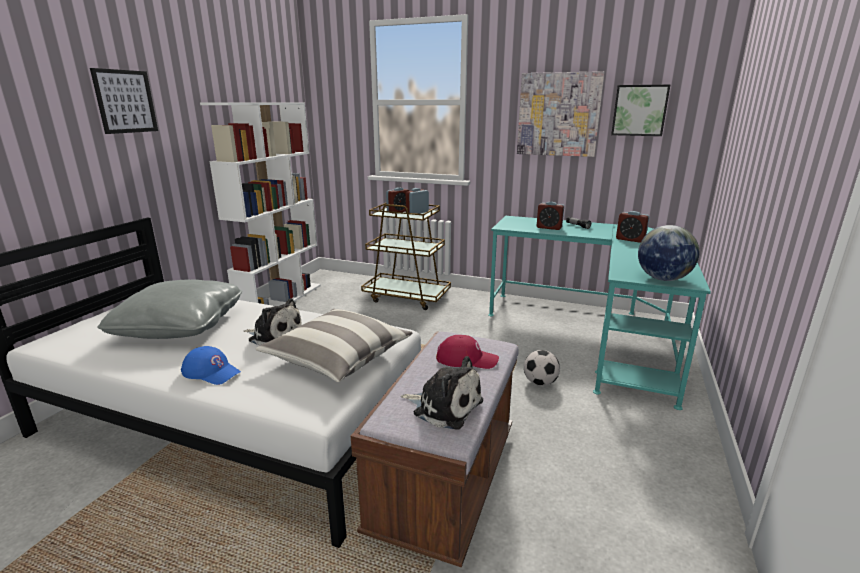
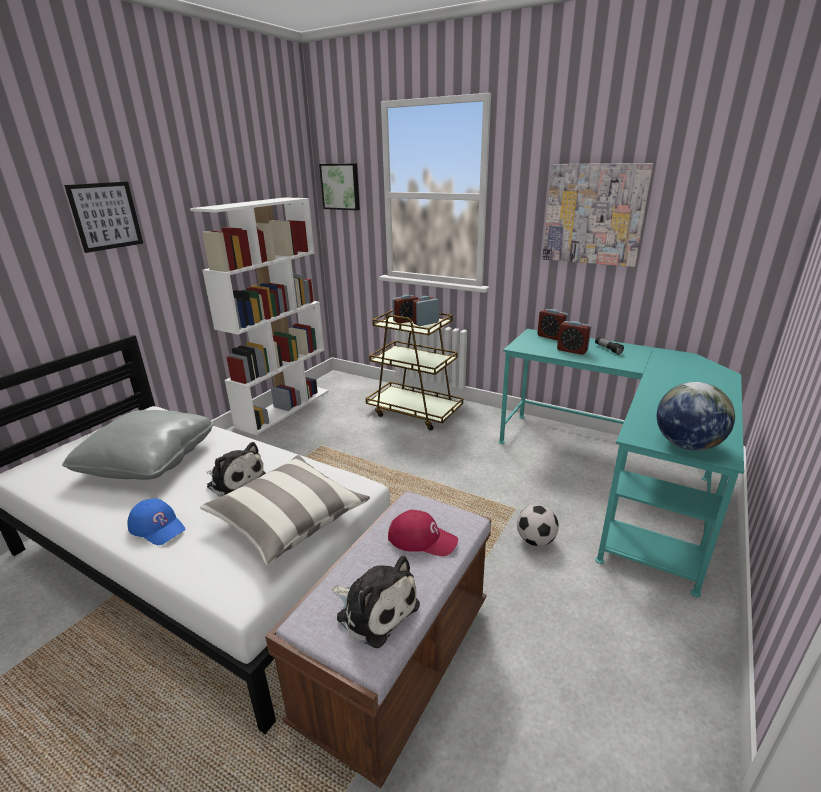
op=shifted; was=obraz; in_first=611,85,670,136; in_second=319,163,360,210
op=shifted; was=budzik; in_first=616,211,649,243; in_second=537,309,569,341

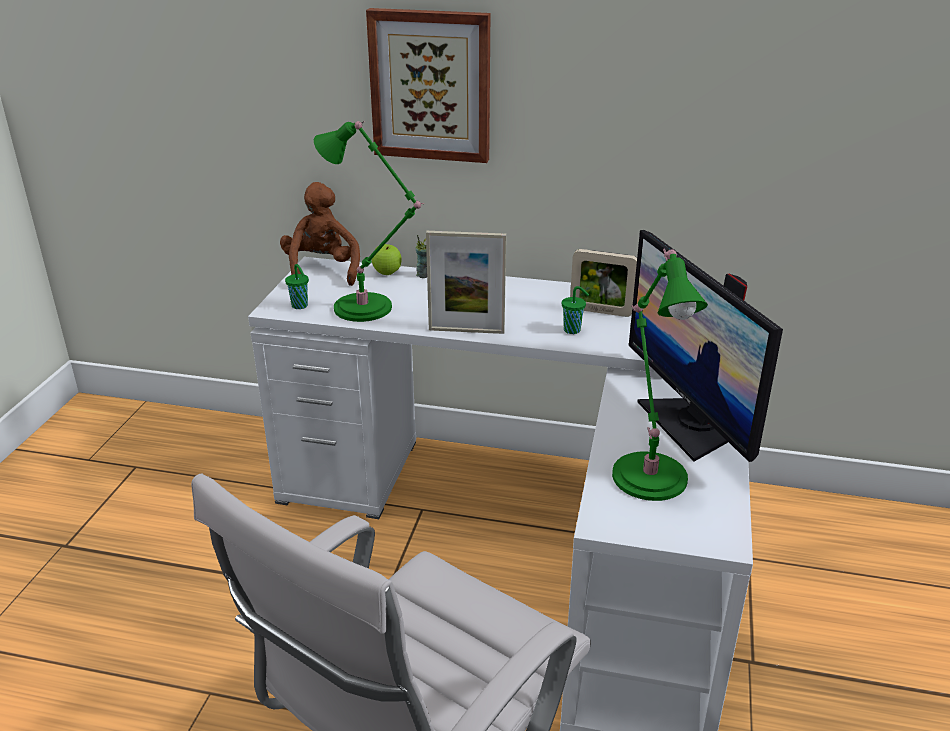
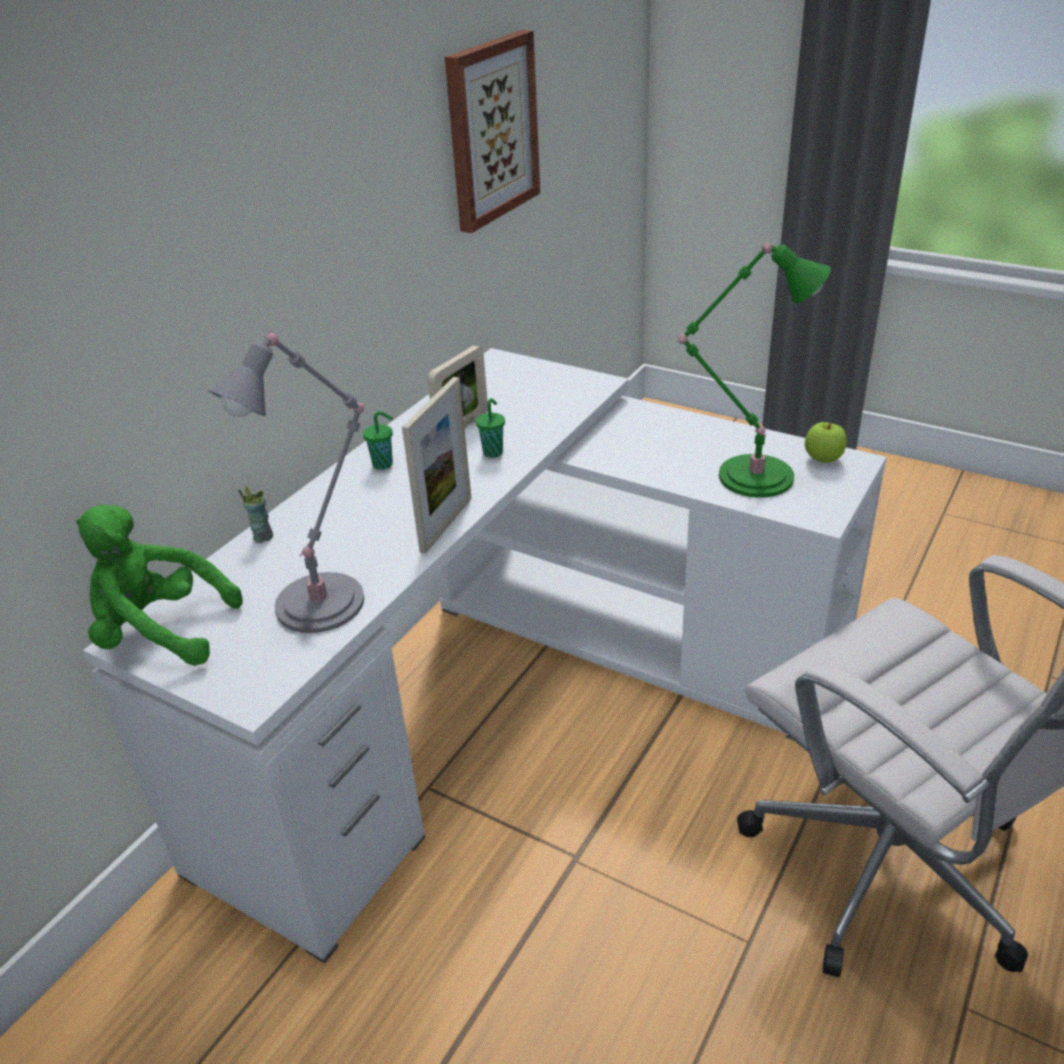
op=repainted; was=pluszak [brązowy]; now=pluszak [zielony]; in_first=280,182,360,286; in_second=76,505,243,666
op=repainted; was=lampa stołowa [zielony]; now=lampa stołowa [szary]; in_first=314,121,424,322; in_second=208,330,364,633
op=shifted; was=filiżanka [zielony]; in_first=285,264,309,309; in_second=363,411,393,470
op=shifted; was=obraz; in_first=366,8,490,163; in_second=445,30,540,233
op=shifted; was=jabłko; in_first=372,244,402,275; in_second=805,422,847,463
op=gone; was=monitor; in_first=629,230,783,462

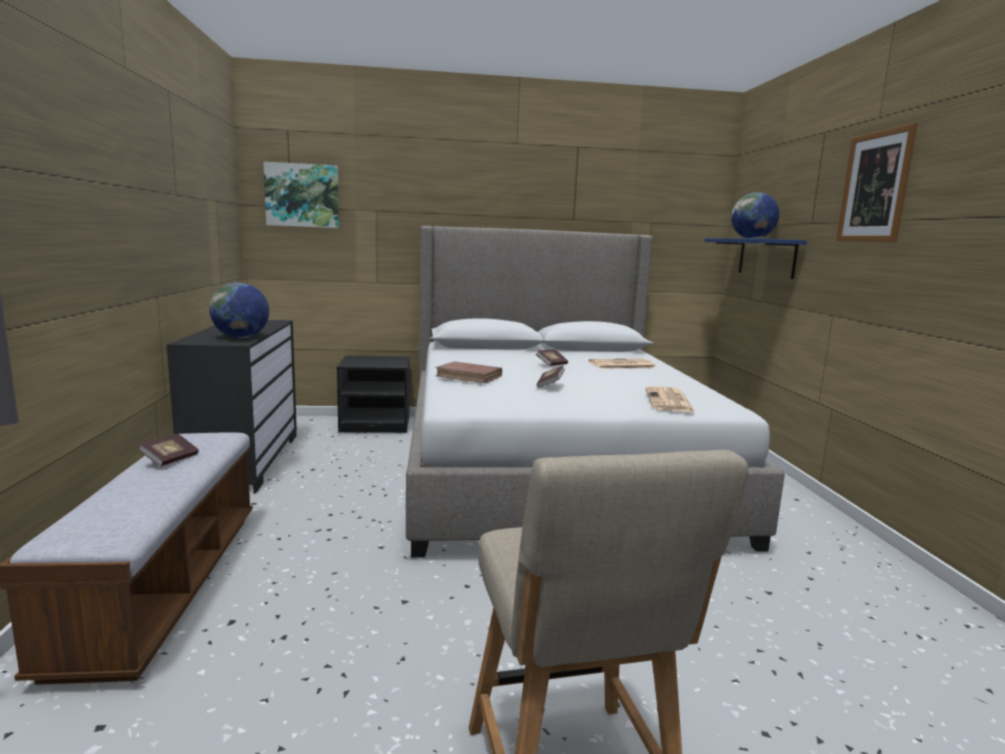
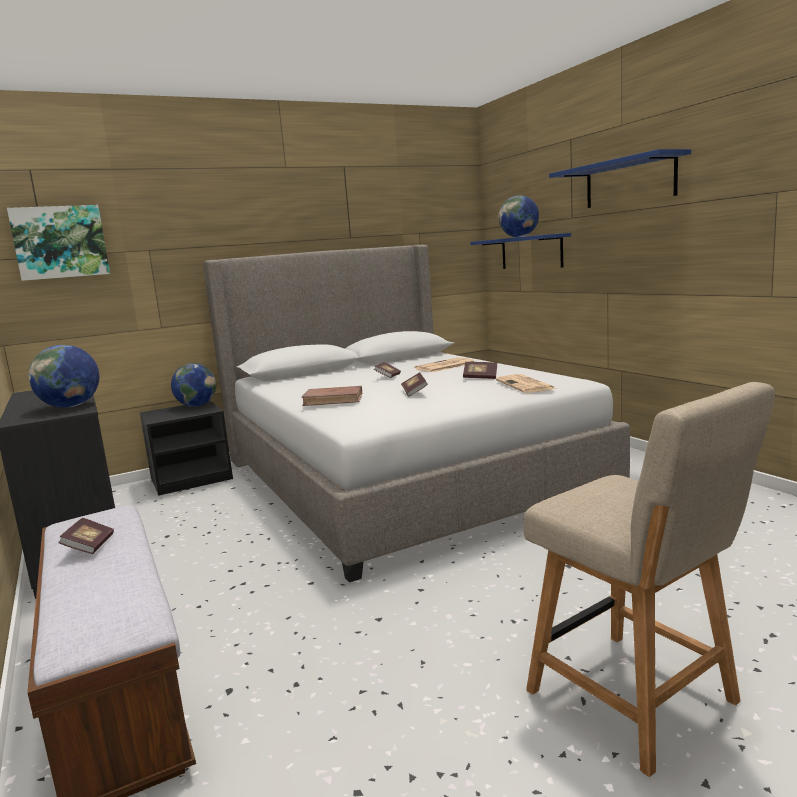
op=new; now=globus; in_second=171,363,216,407
op=new; now=książka; in_second=463,362,497,379
op=swapped; was=obraz; now=półka [niebieski]; in_first=836,123,918,242; in_second=549,149,691,208

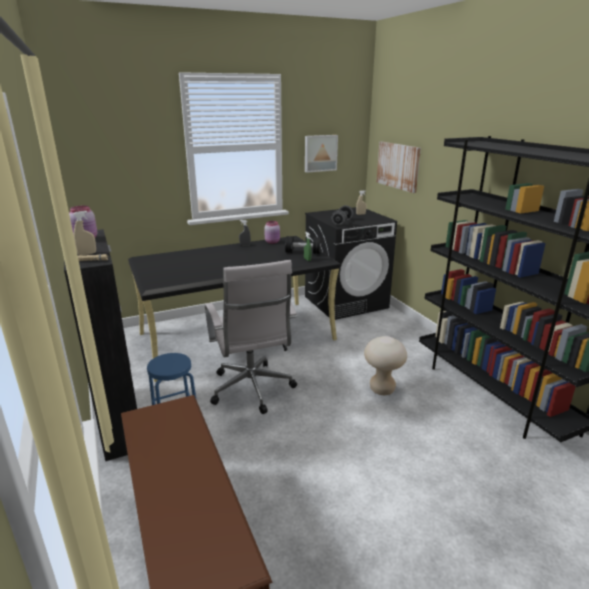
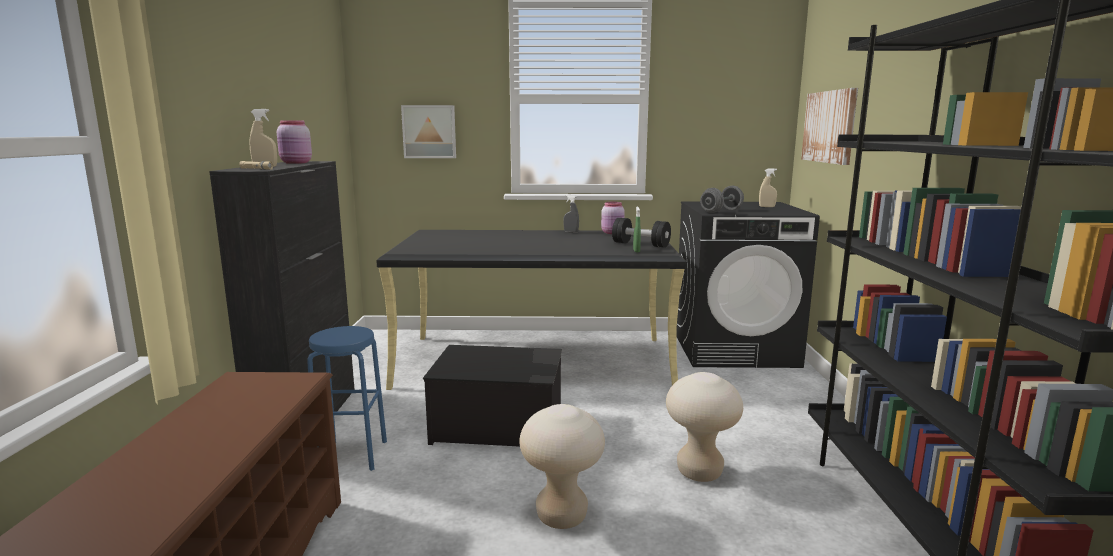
op=shifted; was=obraz; in_first=305,135,338,173; in_second=401,105,456,158
op=swapped; was=krzesło biurowe [biały]; now=pojemnik do przechowywania; in_first=205,260,297,414; in_second=423,345,562,447
op=new; now=stołek [beżowy]; in_second=519,404,605,529

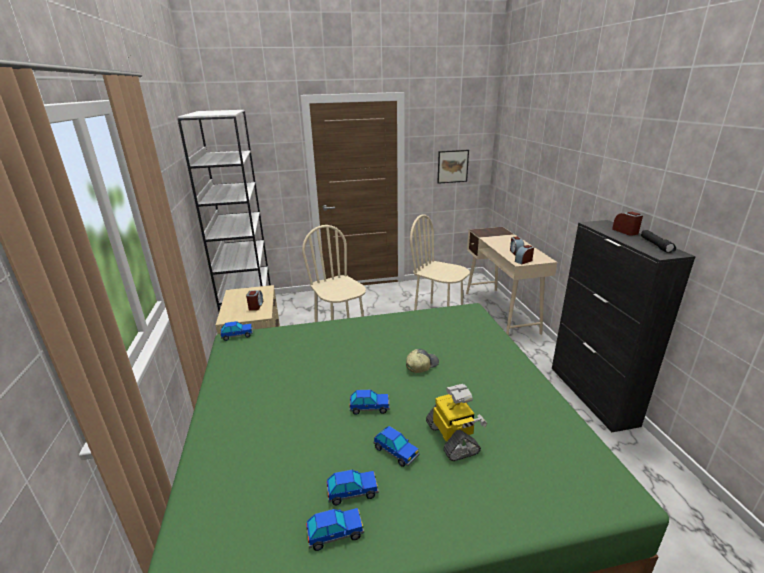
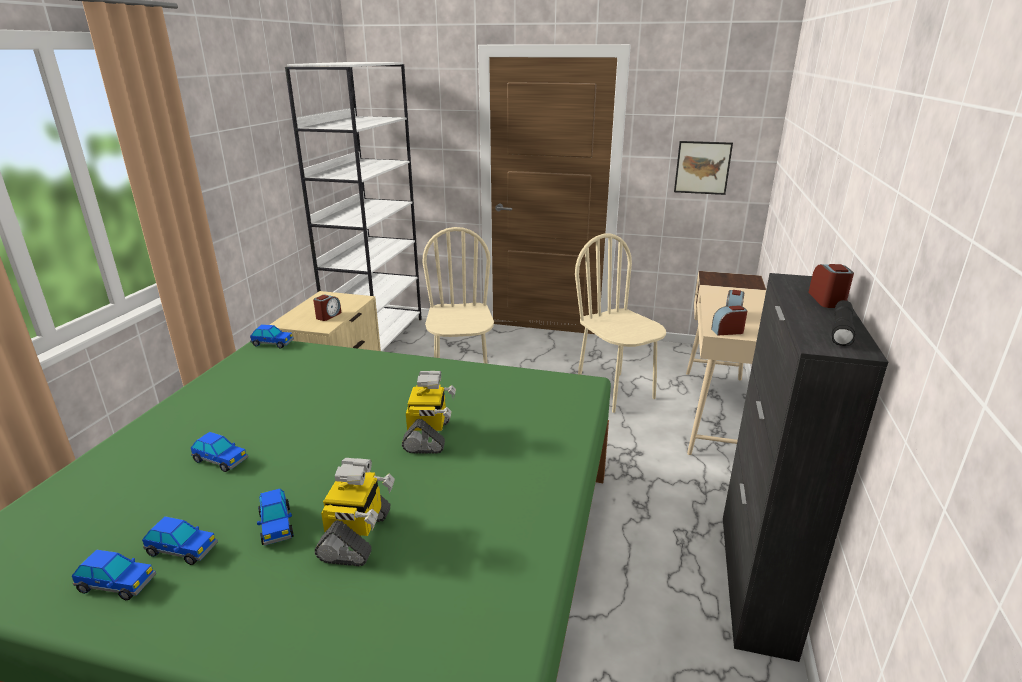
op=shifted; was=samochodzik; in_first=350,390,390,415; in_second=191,432,248,472
op=swapped; was=czapka z daszkiem; now=robot zabawkowy; in_first=406,349,439,373; in_second=402,371,456,454

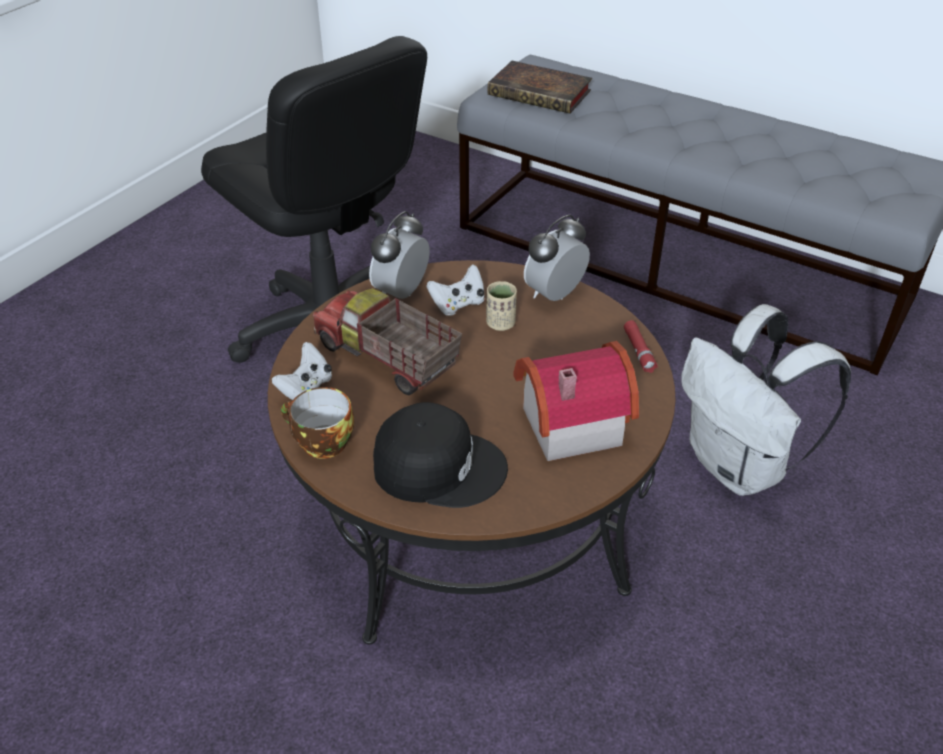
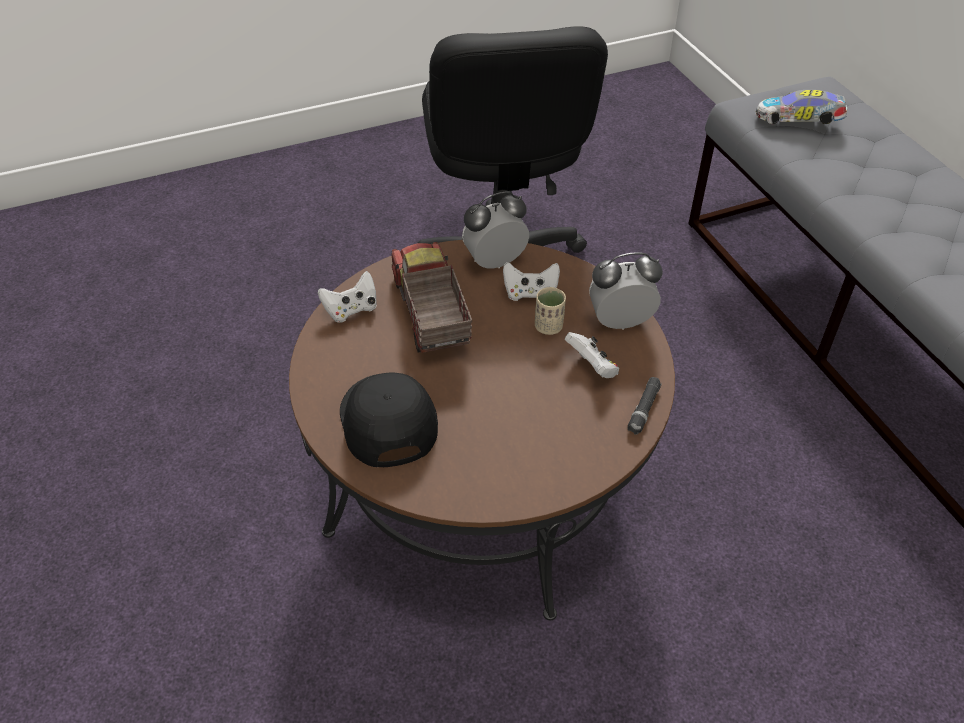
op=rotated; was=czapka z daszkiem [czarny]; in_first=373,402,508,508; in_second=340,373,438,467; clockwise=-150
op=new; now=pad do gier [biały]; in_second=565,332,619,378
op=repainted; was=latarka [czerwony]; now=latarka [czarny]; in_first=624,320,658,373; in_second=627,377,662,435
op=swapped; was=książka; now=samochodzik; in_first=487,61,592,114; in_second=756,90,847,124
op=gone; was=filiżanka; in_first=281,387,354,459
op=gone; was=domek; in_first=513,341,639,461
op=gone; was=plecak [biały]; in_first=681,304,851,496

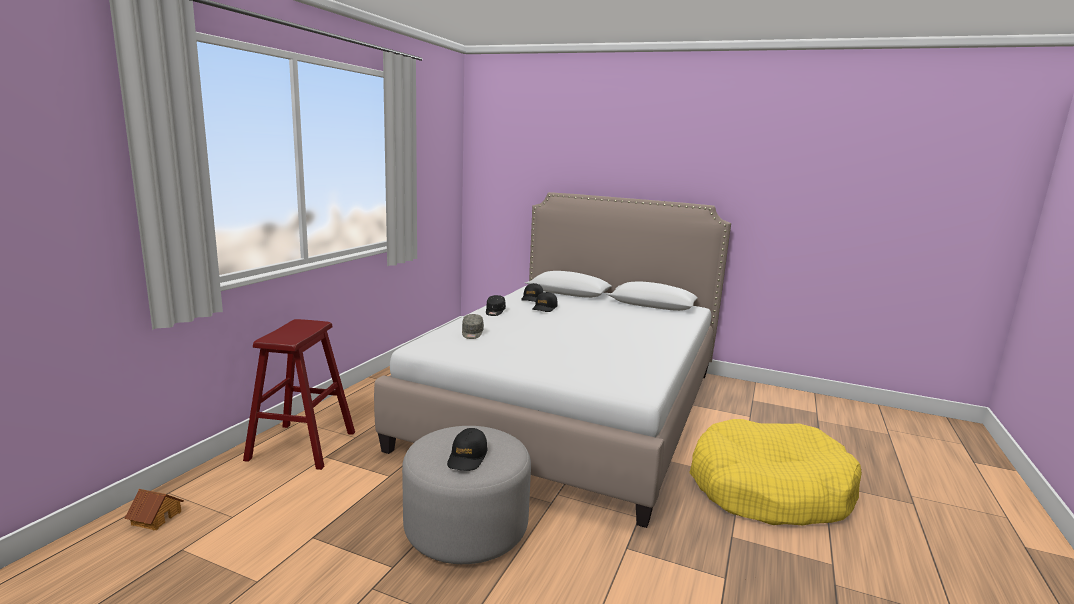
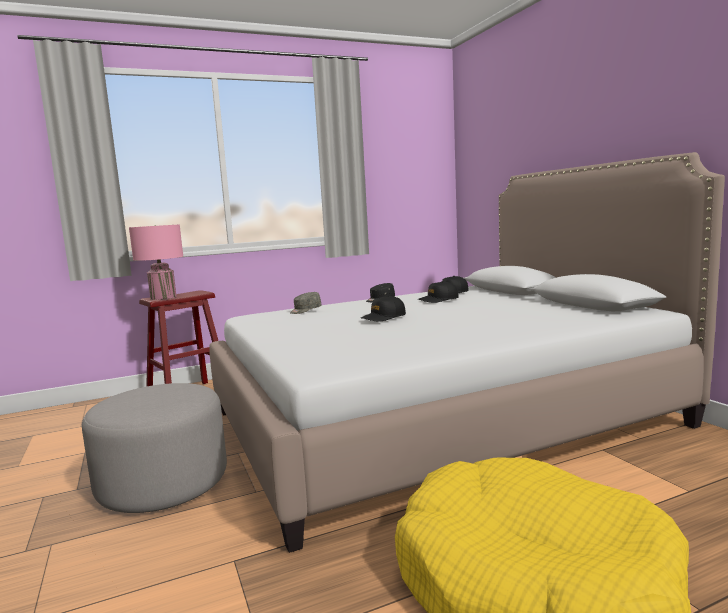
op=new; now=lampa stołowa [różowy]; in_second=129,224,183,300
op=shifted; was=czapka z daszkiem [czarny]; in_first=447,428,487,471; in_second=361,296,406,322
op=gone; was=domek; in_first=124,489,184,530

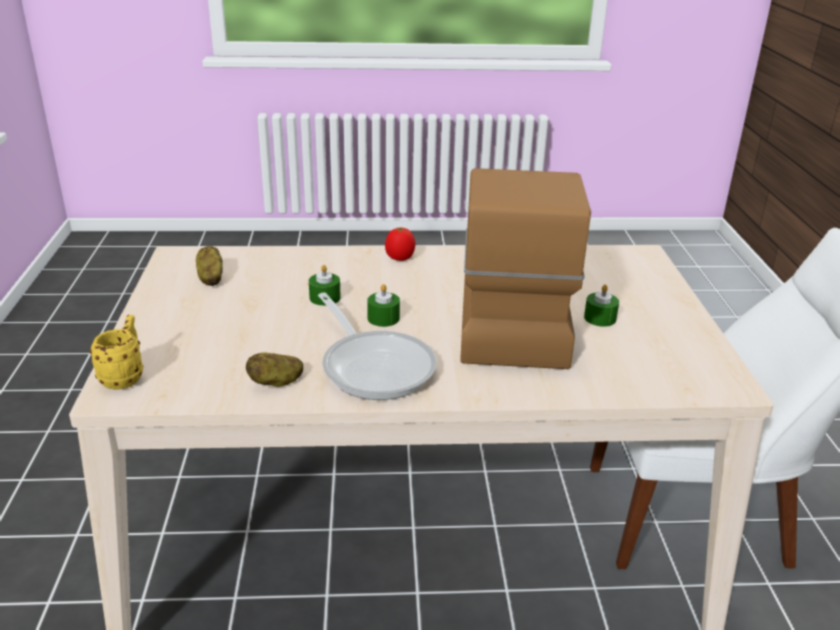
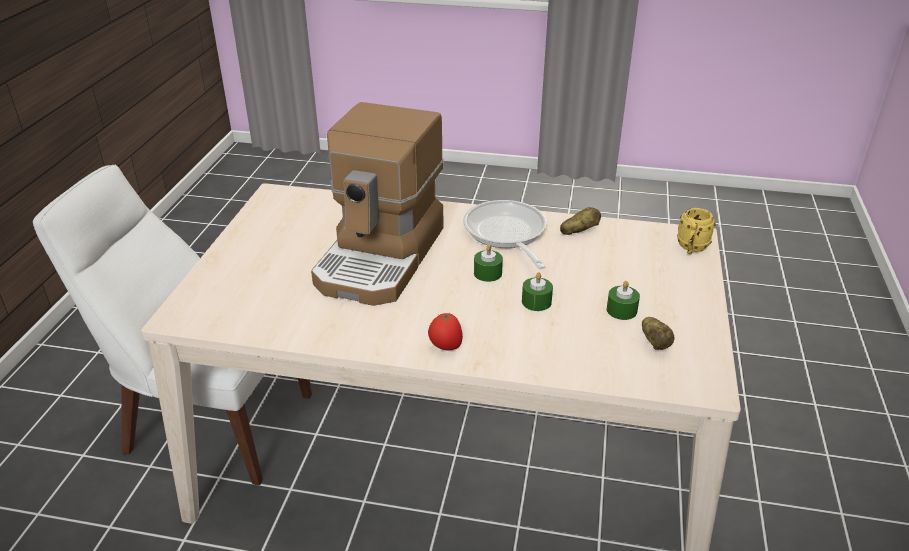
op=shifted; was=świeca [zielony]; in_first=584,284,619,327; in_second=607,281,640,320

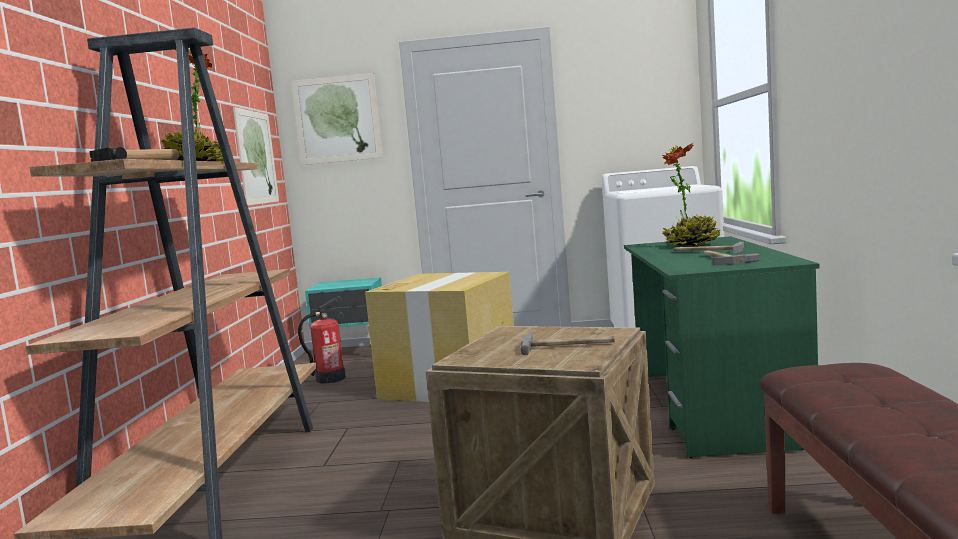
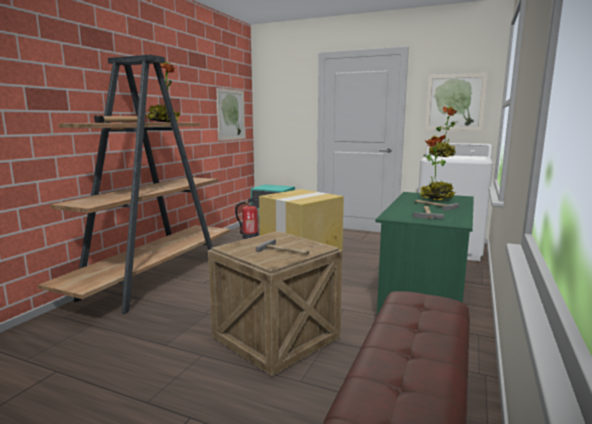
op=shifted; was=obraz; in_first=291,73,383,165; in_second=425,73,488,131
op=new; now=roślina doniczkowa; in_second=429,106,458,157

